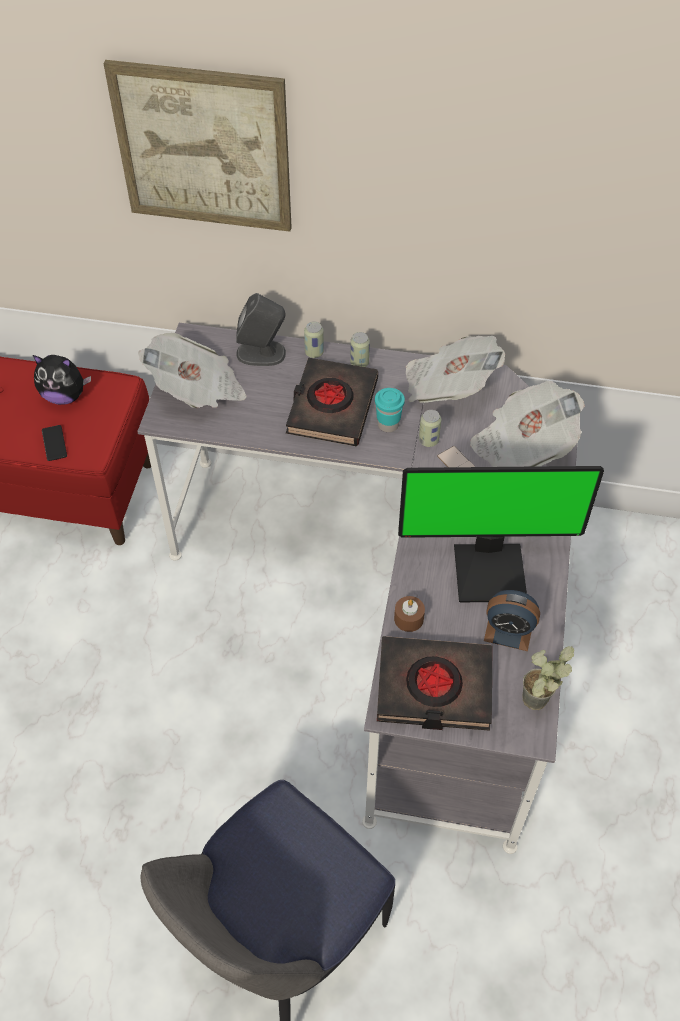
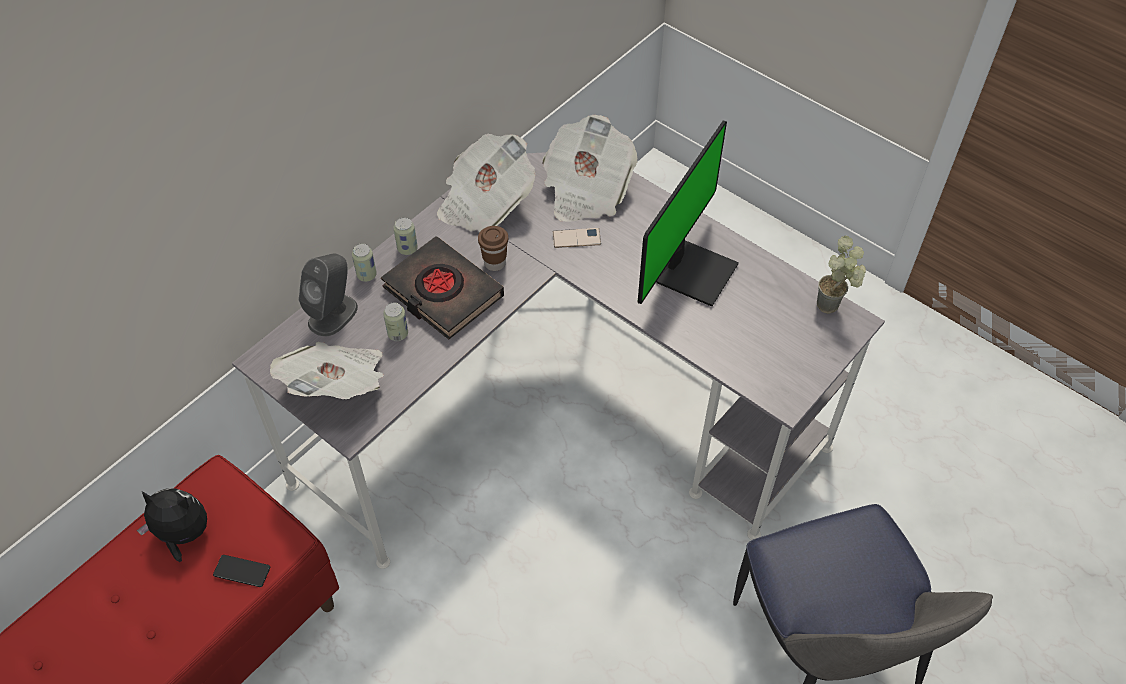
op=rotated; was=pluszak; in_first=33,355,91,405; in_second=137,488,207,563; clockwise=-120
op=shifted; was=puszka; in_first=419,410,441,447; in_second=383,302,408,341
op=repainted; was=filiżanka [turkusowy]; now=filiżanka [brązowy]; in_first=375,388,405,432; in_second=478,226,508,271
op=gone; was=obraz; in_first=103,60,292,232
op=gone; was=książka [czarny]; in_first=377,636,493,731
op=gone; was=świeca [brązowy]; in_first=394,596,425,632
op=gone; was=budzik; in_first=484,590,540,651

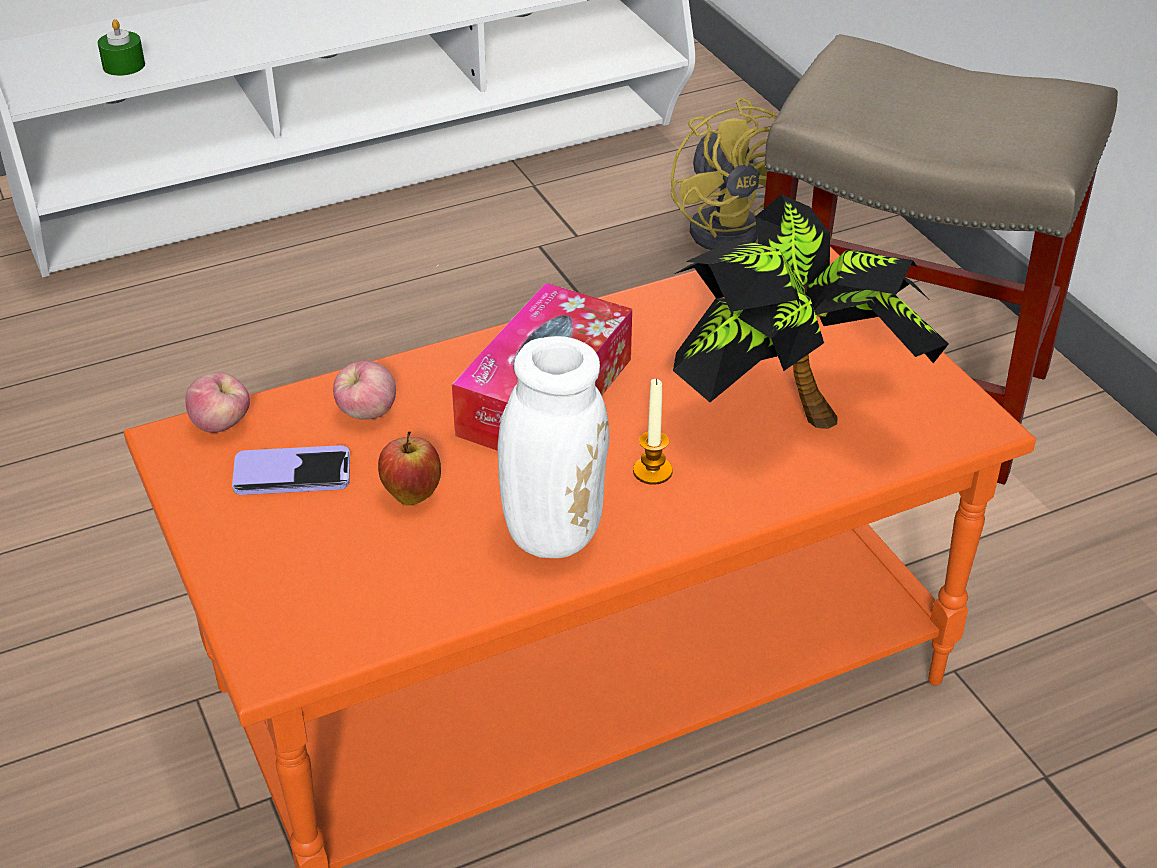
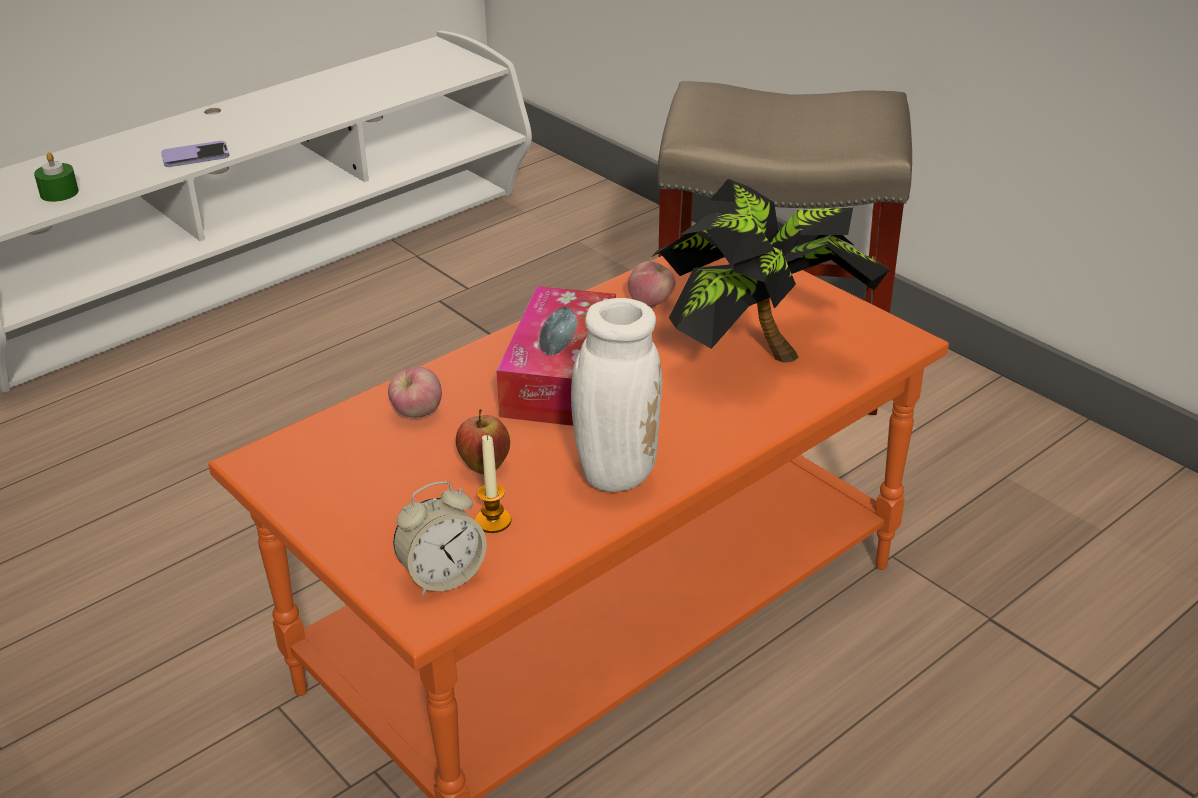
op=shifted; was=telefon; in_first=232,445,350,495; in_second=161,141,229,167
op=new; now=budzik; in_second=393,481,487,596
op=shifted; was=świeca; in_first=633,378,673,485; in_second=475,435,511,533
op=shifted; was=jabłko; in_first=185,372,250,433; in_second=628,261,676,307
op=gone; was=wentylator [żółty]; in_first=671,98,778,250

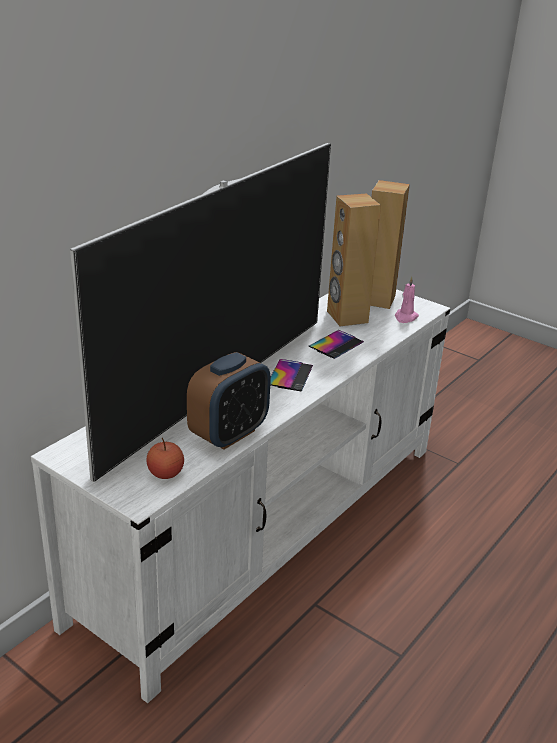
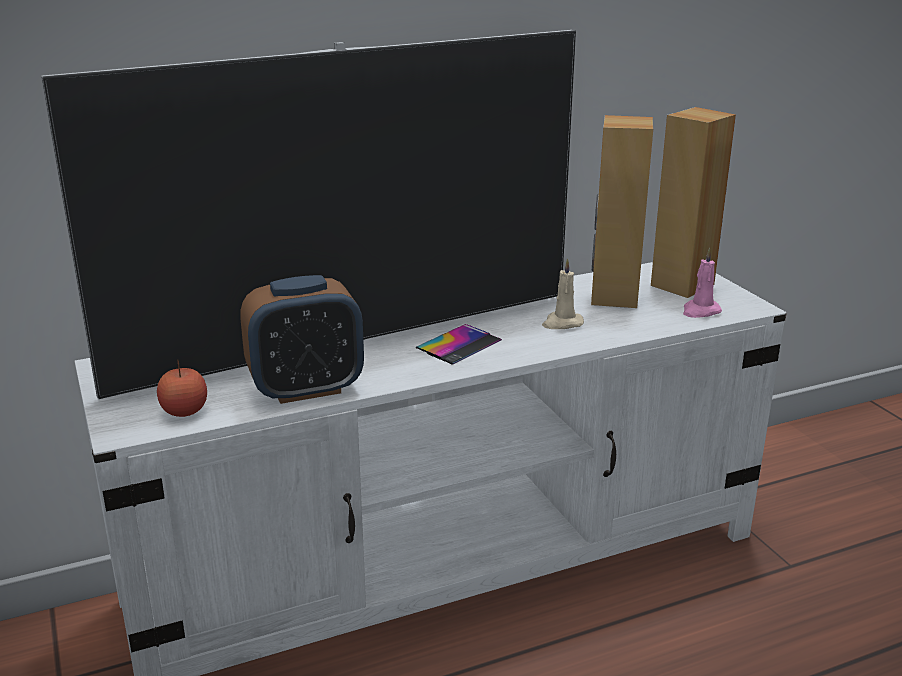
op=swapped; was=telefon; now=świeca [beżowy]; in_first=309,330,364,359; in_second=542,258,584,329

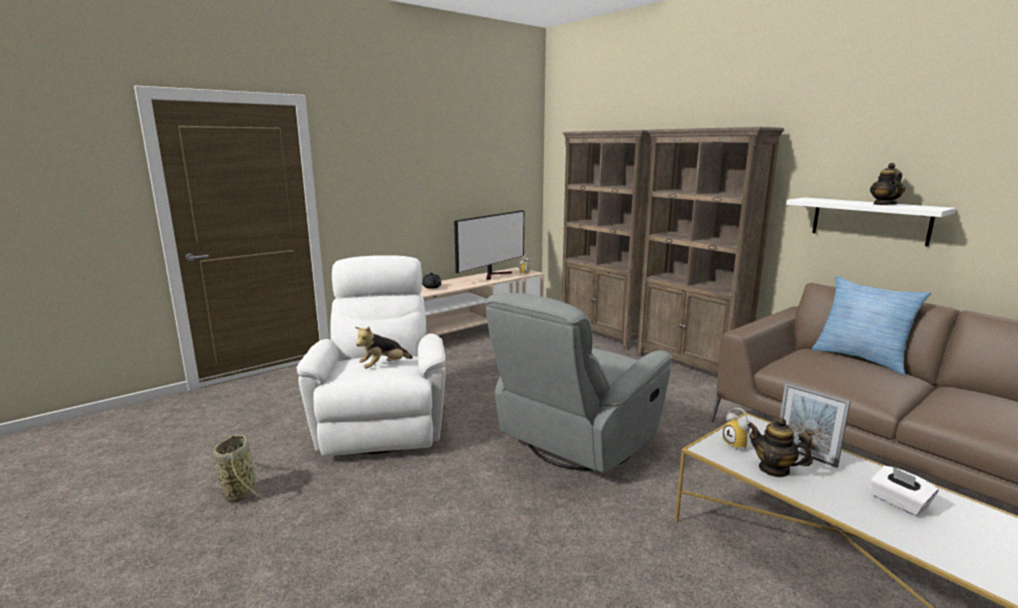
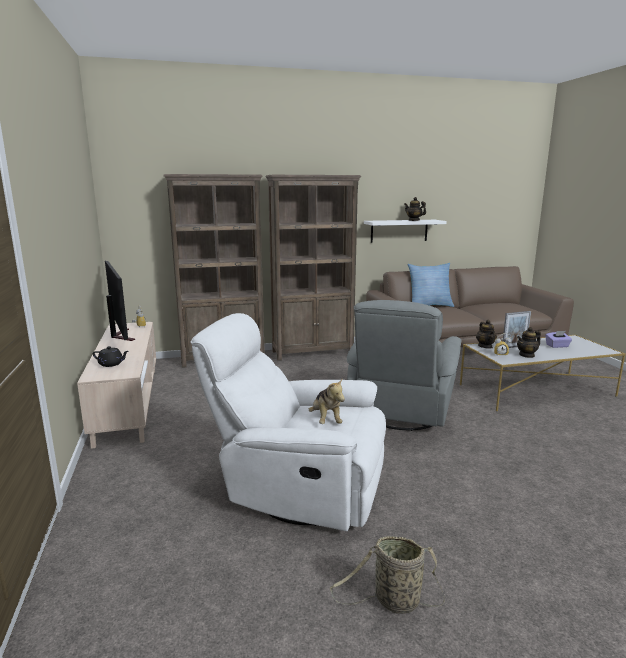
op=rotated; was=fotel [szary]; in_first=485,293,672,473; in_second=347,300,462,431; clockwise=45
op=new; now=imbryk; in_second=476,320,497,349
op=repainted; was=pudełko chusteczek [biały]; now=pudełko chusteczek [fioletowy]; in_first=871,466,938,516; in_second=545,331,572,348

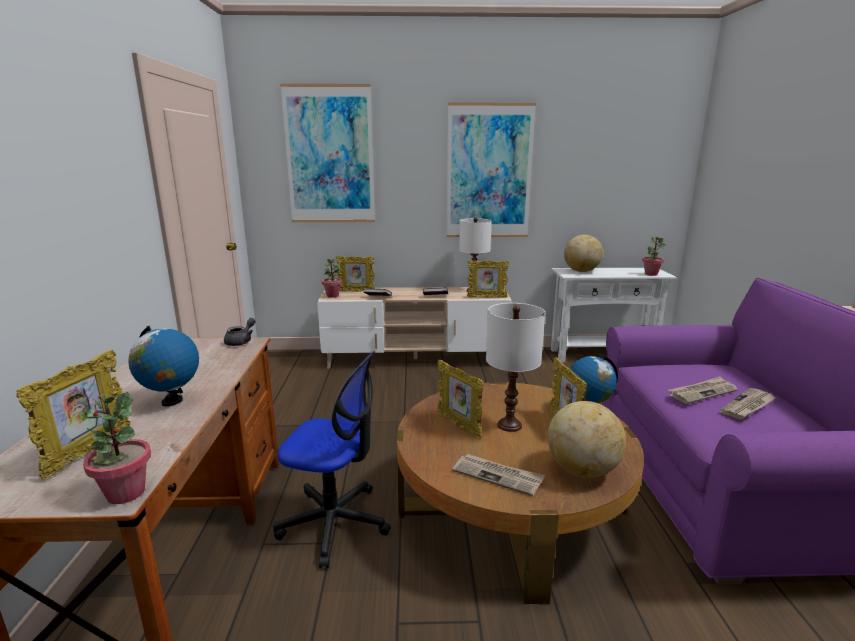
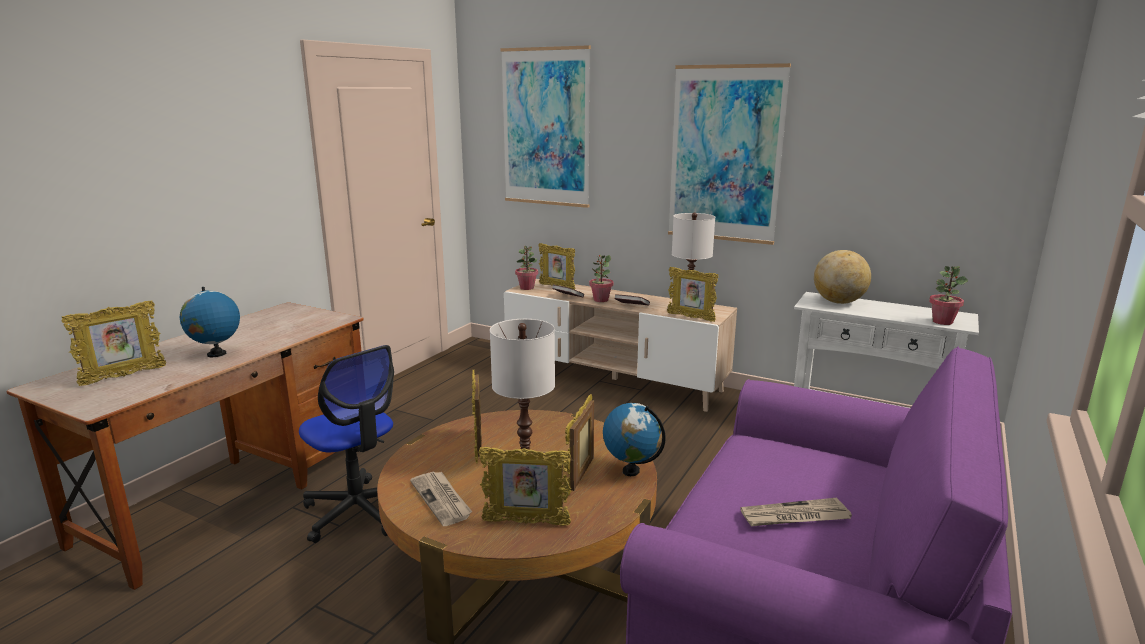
op=swapped; was=globus; now=ramka na zdjęcie; in_first=548,401,626,478; in_second=478,447,571,526
op=shifted; was=roślina doniczkowa; in_first=83,392,151,504; in_second=589,255,613,302
op=gone; was=imbryk [szary]; in_first=224,318,255,346
op=gone; was=gazeta; in_first=669,376,738,404

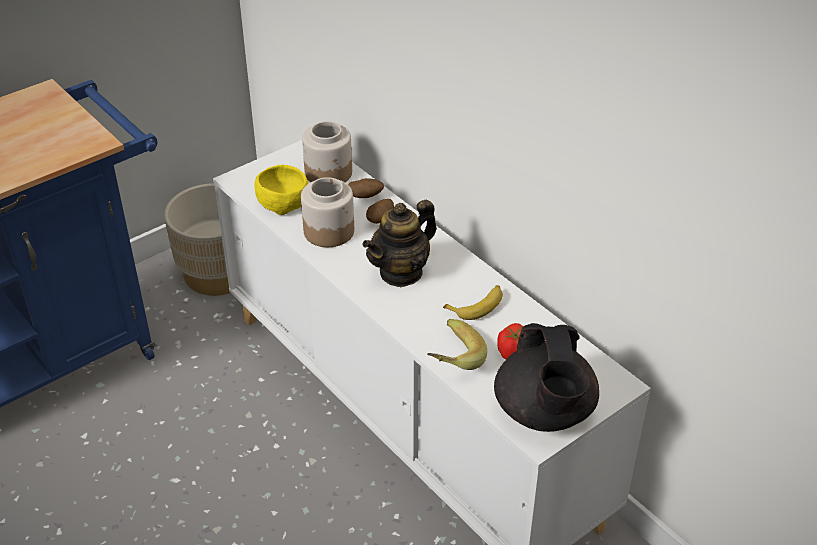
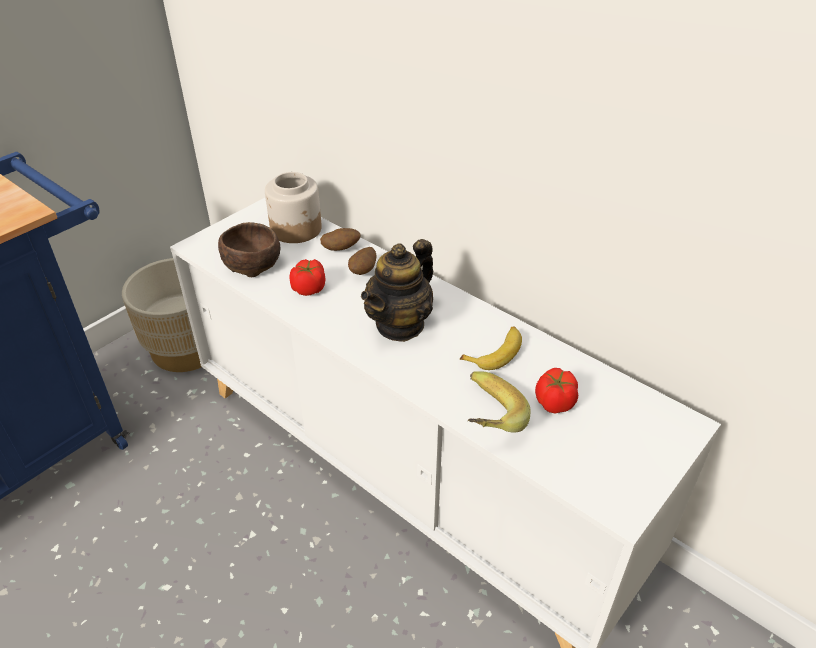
op=repainted; was=miska [żółty]; now=miska [brązowy]; in_first=255,165,309,215; in_second=218,222,280,277
op=swapped; was=słoik; now=pomidor; in_first=301,177,354,247; in_second=289,259,325,296
op=gone; was=imbryk [czarny]; in_first=494,323,599,432

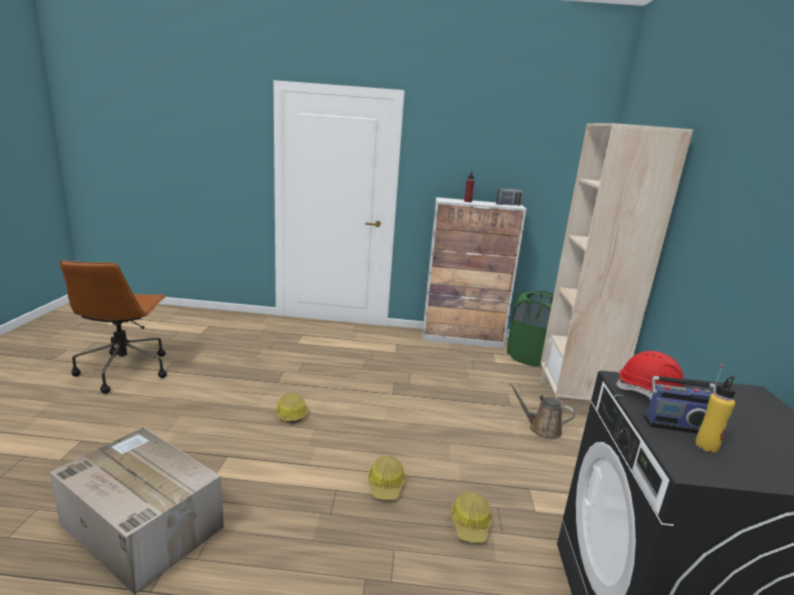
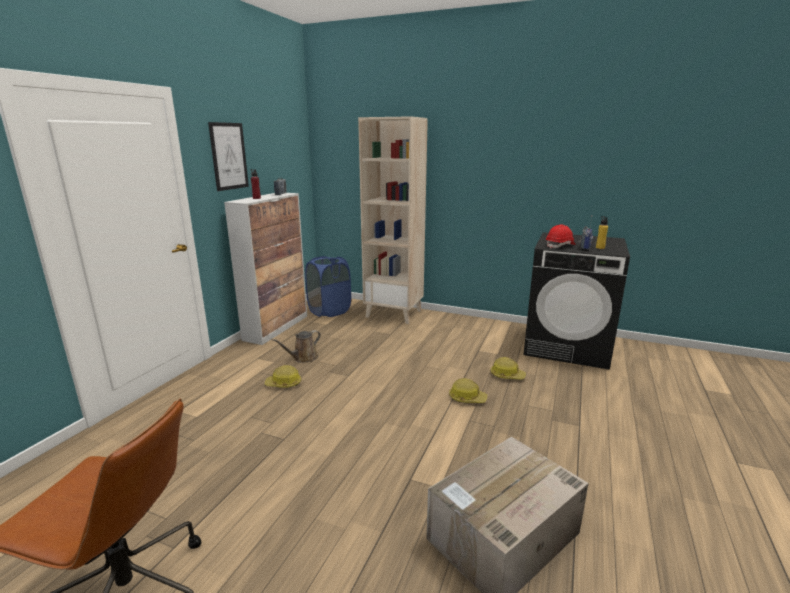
op=new; now=obraz; in_second=208,122,249,191
op=shifted; was=kask; in_first=276,392,309,423; in_second=265,365,302,388
op=shifted; was=konewka [brązowy]; in_first=509,383,575,439; in_second=272,330,321,363
op=repainted; was=kosz na pranie [zielony]; now=kosz na pranie [niebieski]; in_first=507,291,554,367; in_second=305,256,351,317

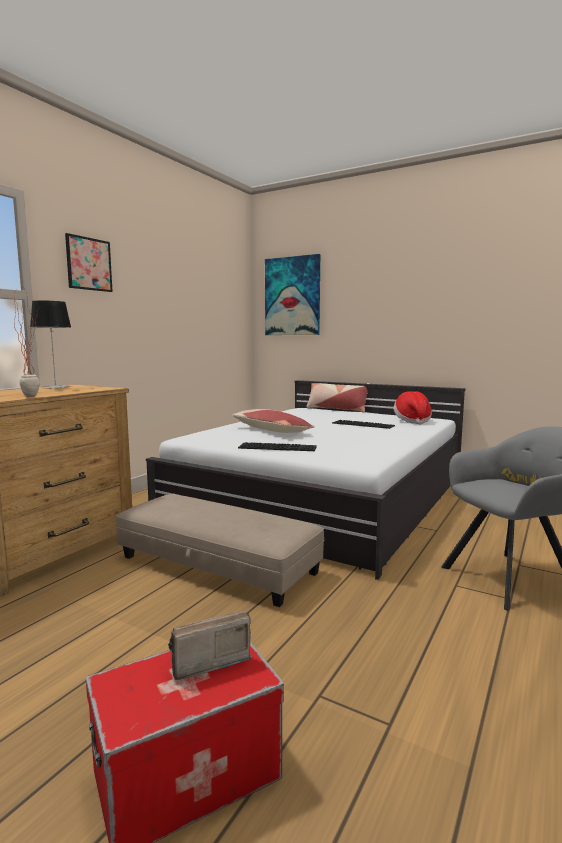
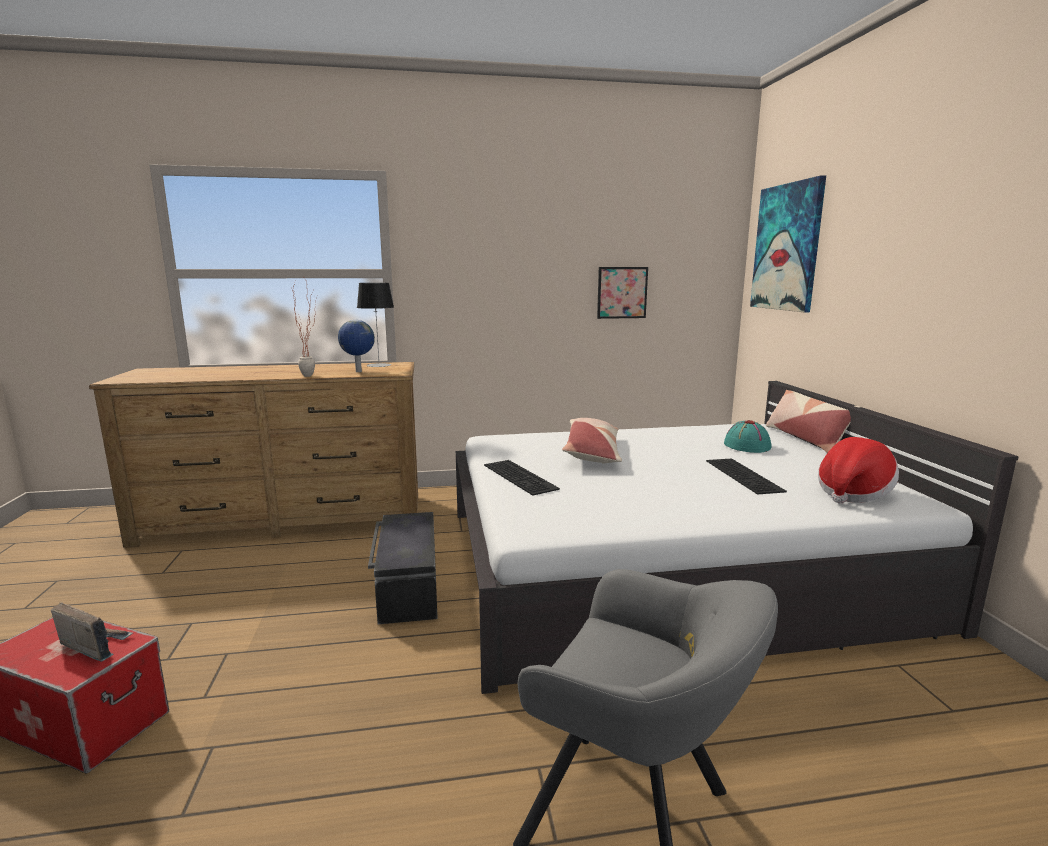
op=new; now=globus; in_second=338,320,375,372
op=swapped; was=pufa [beżowy]; now=pojemnik do przechowywania [czarny]; in_first=116,494,324,607; in_second=368,512,438,624
op=shifted; was=obraz; in_first=65,233,113,292; in_second=597,267,648,319
op=new; now=kapelusz [turkusowy]; in_second=724,420,772,453

